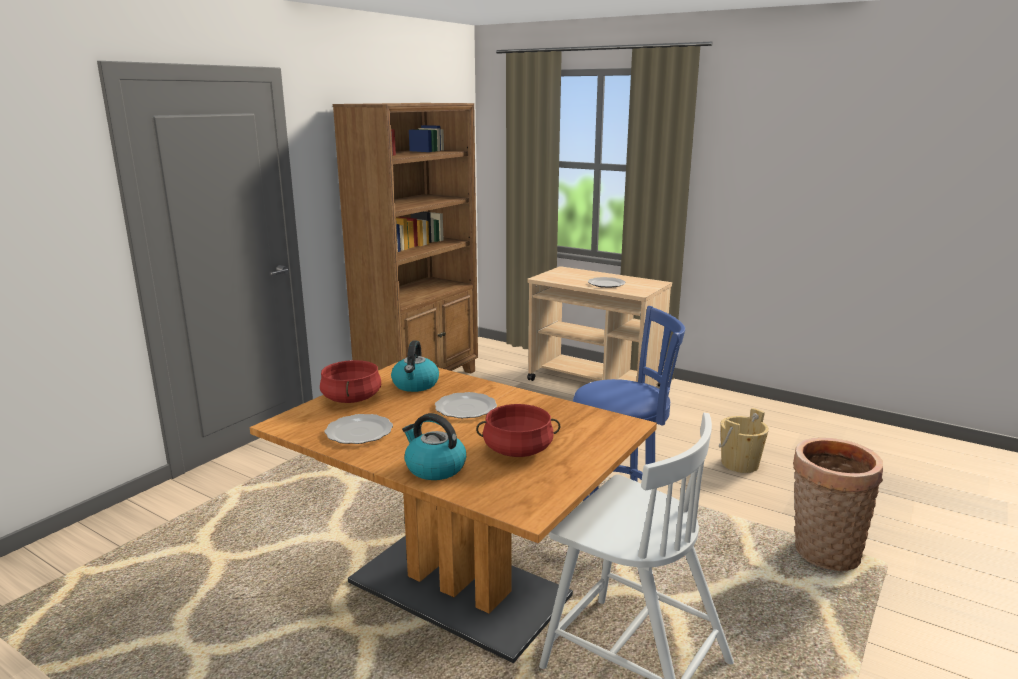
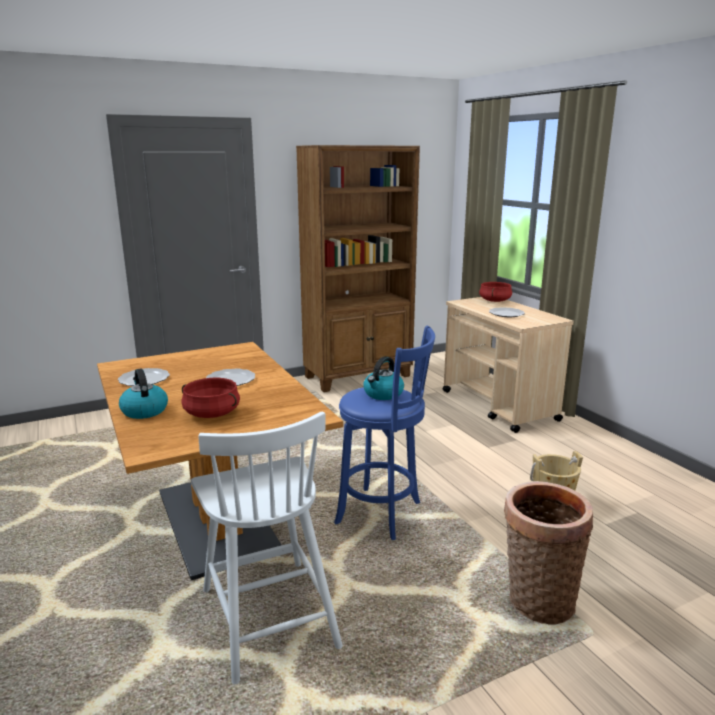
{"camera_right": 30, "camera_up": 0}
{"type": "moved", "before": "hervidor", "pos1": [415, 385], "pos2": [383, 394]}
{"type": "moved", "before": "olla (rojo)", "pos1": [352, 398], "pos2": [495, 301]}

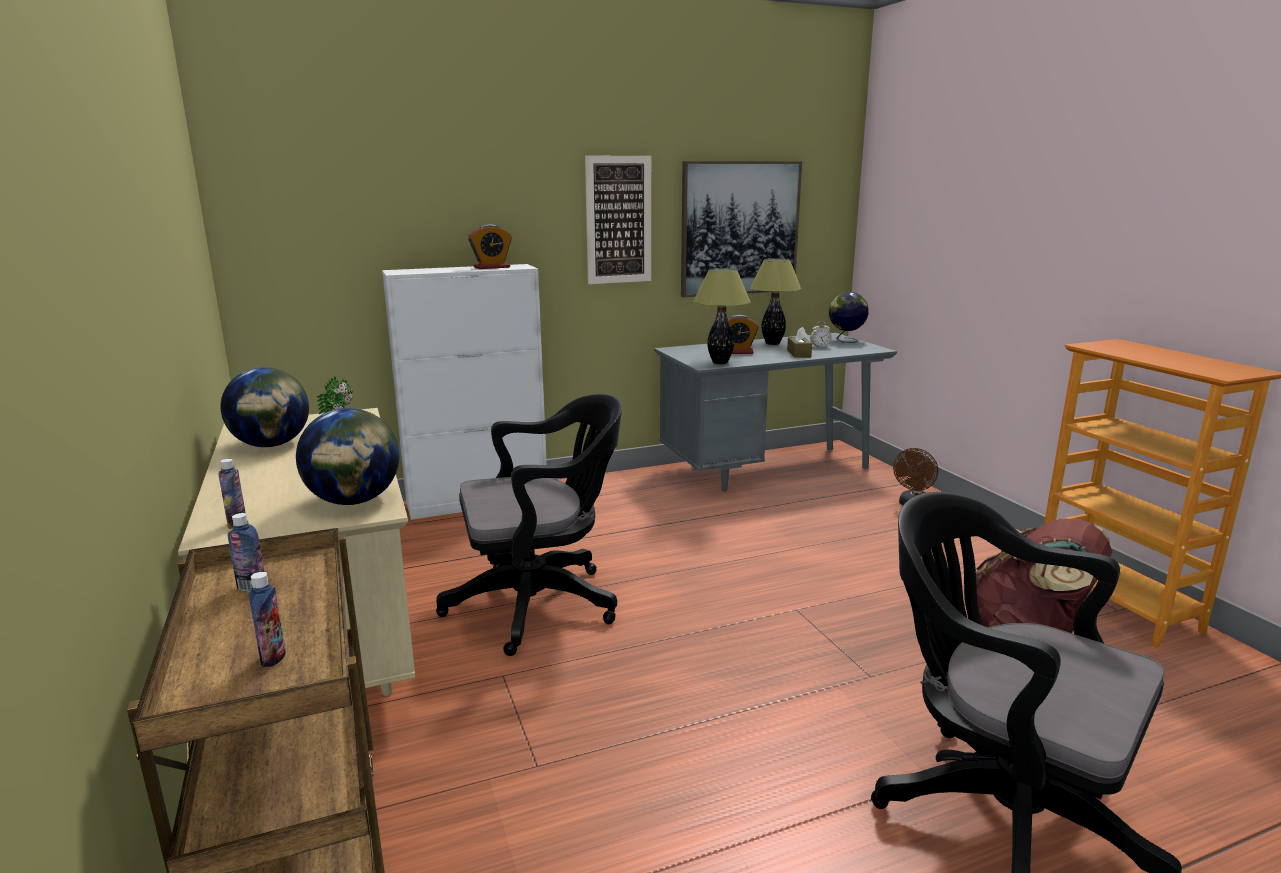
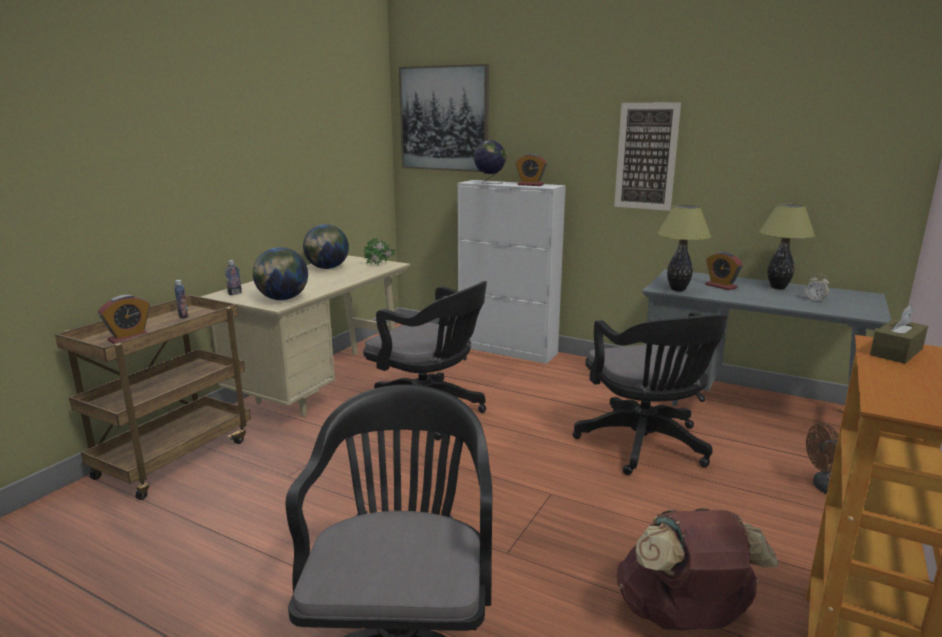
{"camera_right": 50, "camera_up": 0}
{"type": "moved", "before": "cuadro", "pos1": [739, 228], "pos2": [444, 119]}
{"type": "moved", "before": "globo terráqueo", "pos1": [846, 341], "pos2": [489, 183]}
{"type": "moved", "before": "caja de pañuelos (marrón)", "pos1": [799, 354], "pos2": [896, 352]}
{"type": "replaced", "before": "botella", "after": "despertador", "pos1": [273, 657], "pos2": [129, 338]}
{"type": "added", "after": "silla de oficina (negro)", "pos2": [645, 446]}

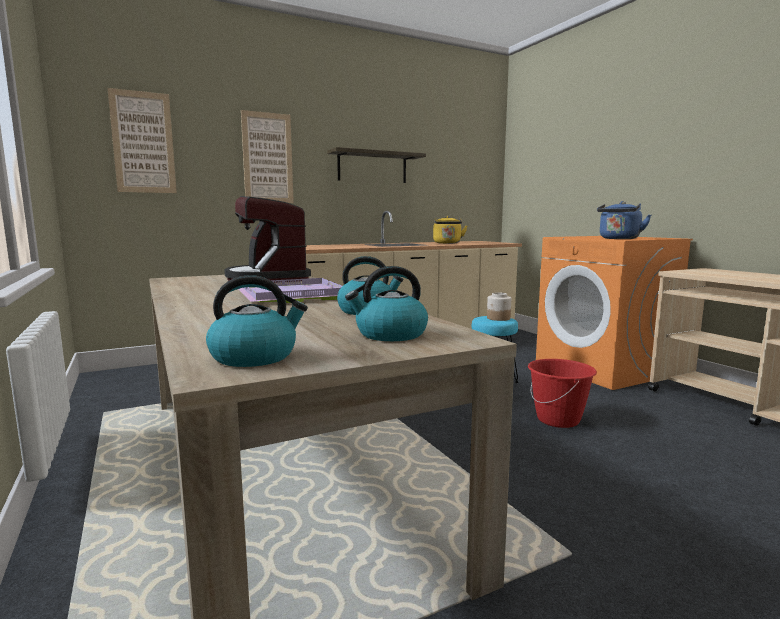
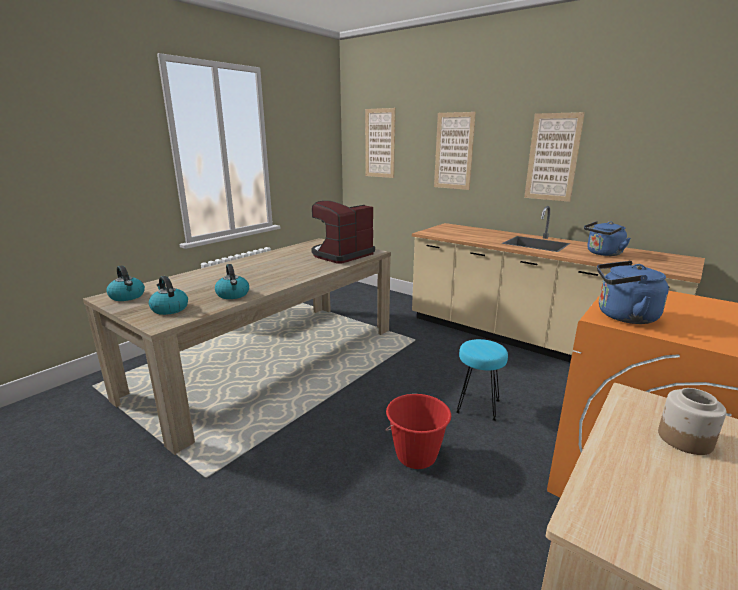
{"camera_right": 65, "camera_up": 10}
{"type": "replaced", "before": "estante", "after": "cuadro", "pos1": [372, 167], "pos2": [552, 157]}
{"type": "recoloured", "before": "hervidor (amarillo)", "after": "hervidor (azul)", "pos1": [447, 243], "pos2": [602, 254]}
{"type": "removed", "before": "bandeja (morado)", "pos1": [295, 295]}
{"type": "moved", "before": "tarro", "pos1": [498, 318], "pos2": [684, 439]}

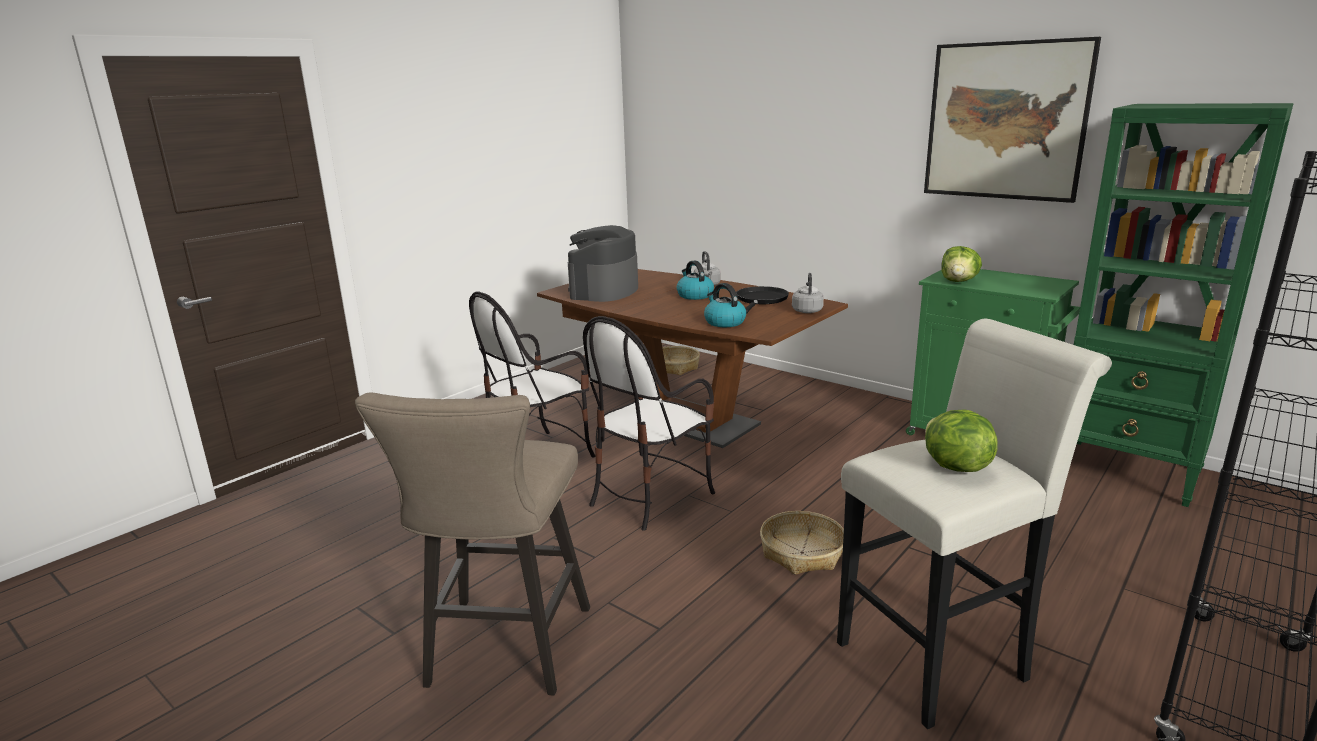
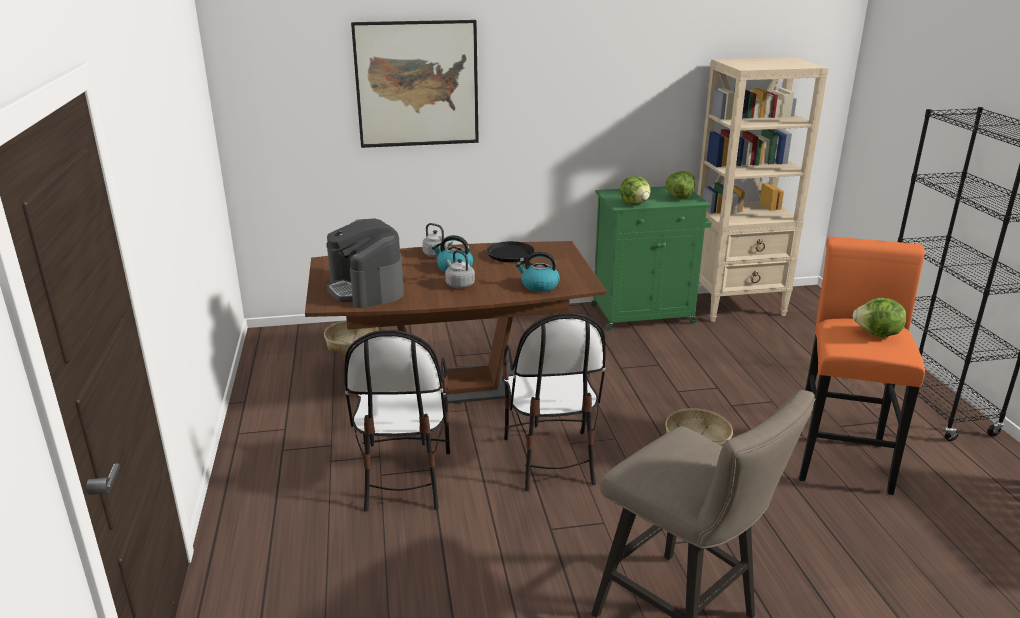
{"camera_right": -50, "camera_up": 5}
{"type": "moved", "before": "cuadro", "pos1": [1005, 121], "pos2": [417, 84]}
{"type": "recoloured", "before": "estantería (verde)", "after": "estantería (beis)", "pos1": [1129, 472], "pos2": [737, 306]}
{"type": "moved", "before": "hervidor (gris)", "pos1": [807, 310], "pos2": [459, 284]}
{"type": "recoloured", "before": "taburete (blanco)", "after": "taburete (naranja)", "pos1": [941, 657], "pos2": [840, 456]}
{"type": "added", "after": "lechuga", "pos2": [679, 197]}

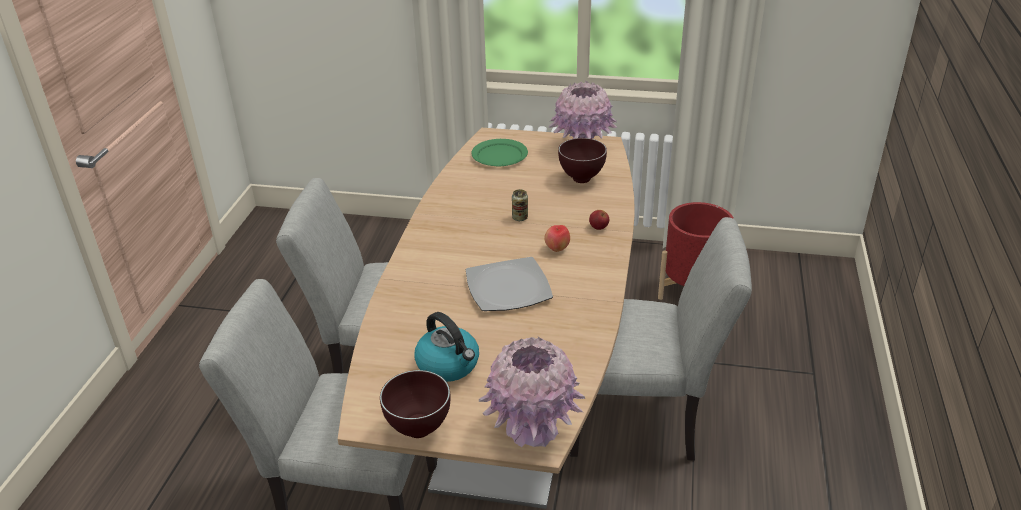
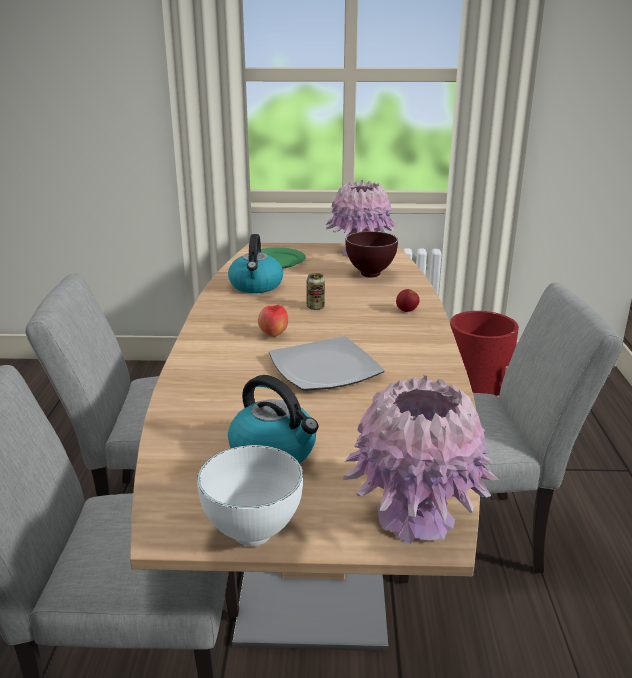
{"camera_right": -10, "camera_up": -10}
{"type": "moved", "before": "manzana", "pos1": [557, 249], "pos2": [273, 335]}
{"type": "recoloured", "before": "cuenco (marrón)", "after": "cuenco (blanco)", "pos1": [419, 428], "pos2": [253, 533]}
{"type": "added", "after": "hervidor", "pos2": [256, 286]}

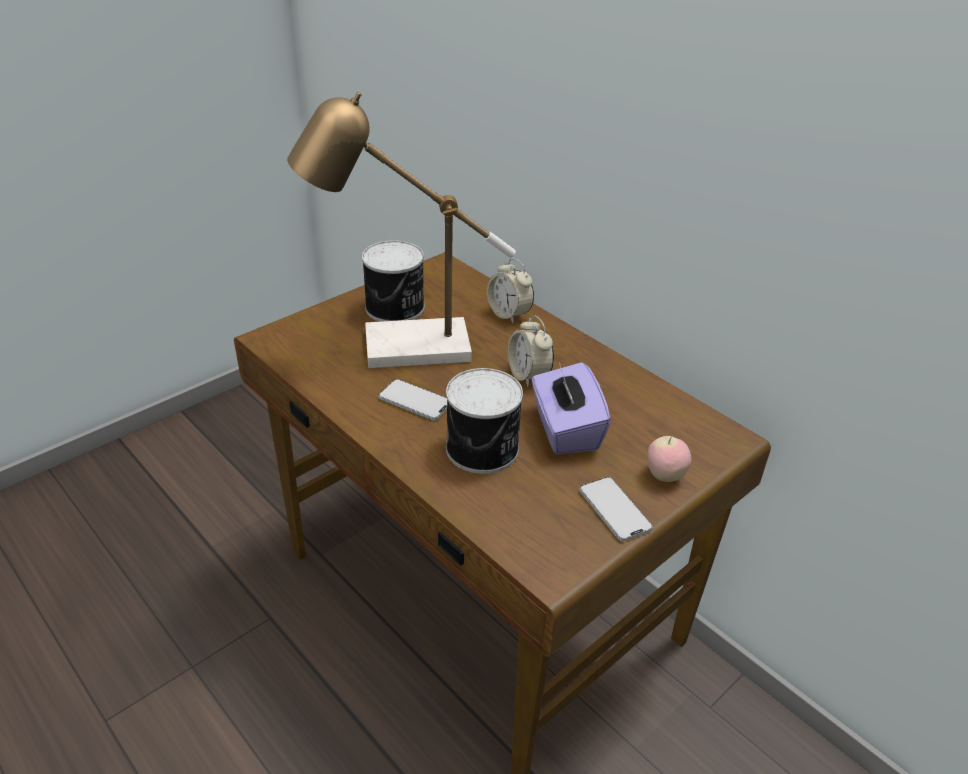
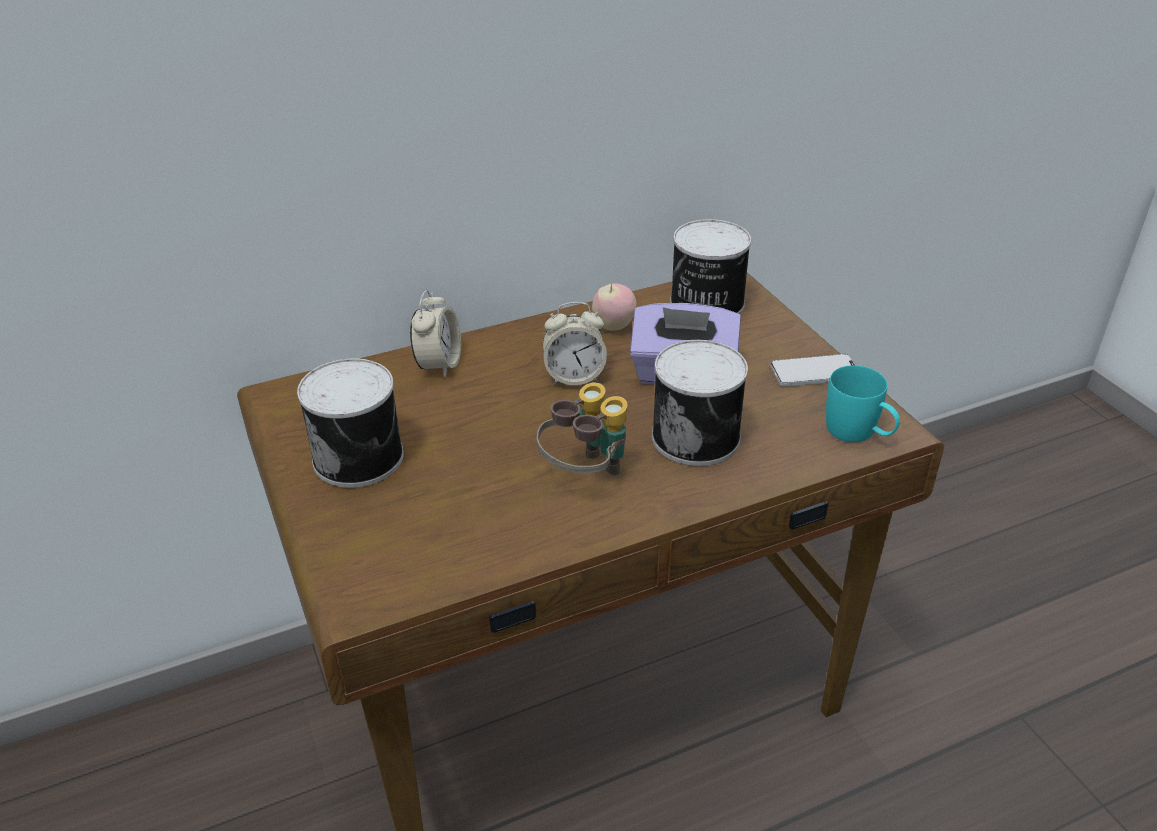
{"camera_right": -70, "camera_up": 0}
{"type": "removed", "before": "lámpara de mesa", "pos1": [401, 349]}
{"type": "turned", "before": "despertador", "pos1": [509, 314], "pos2": [439, 364], "turn": -60}
{"type": "replaced", "before": "móvil", "after": "prismáticos", "pos1": [415, 401], "pos2": [585, 474]}
{"type": "moved", "before": "manzana", "pos1": [664, 476], "pos2": [614, 326]}
{"type": "added", "after": "lata", "pos2": [706, 304]}
{"type": "added", "after": "taza grande (turquesa)", "pos2": [859, 433]}

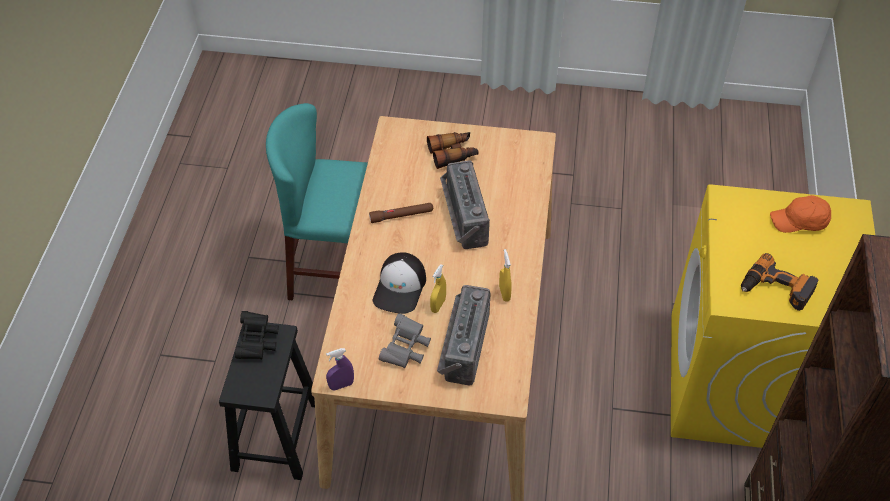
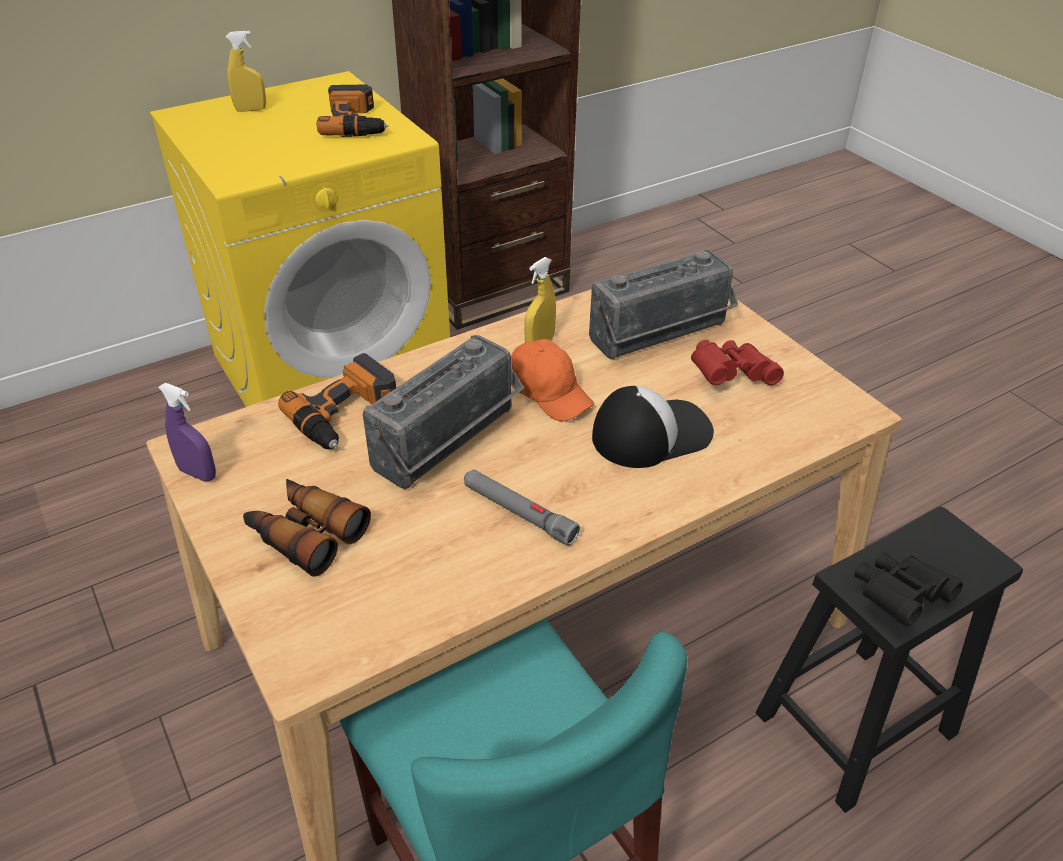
{"camera_right": -130, "camera_up": -10}
{"type": "moved", "before": "gorra (naranja)", "pos1": [799, 221], "pos2": [549, 392]}
{"type": "recoloured", "before": "linterna (marrón)", "after": "linterna (gris)", "pos1": [401, 215], "pos2": [518, 513]}
{"type": "moved", "before": "pulverizador (amarillo)", "pos1": [438, 305], "pos2": [251, 110]}
{"type": "recoloured", "before": "prismáticos (gris)", "after": "prismáticos (rojo)", "pos1": [406, 349], "pos2": [730, 376]}
{"type": "moved", "before": "pulverizador (morado)", "pos1": [341, 385], "pos2": [198, 474]}
{"type": "added", "after": "taladro", "pos2": [346, 414]}

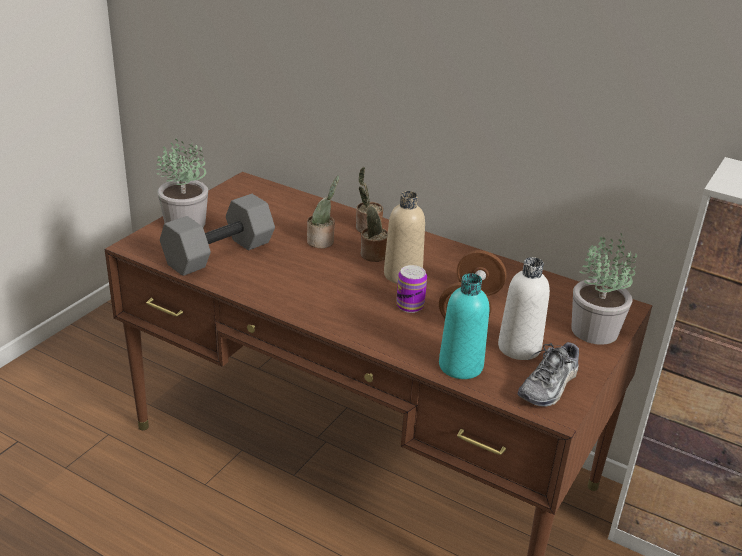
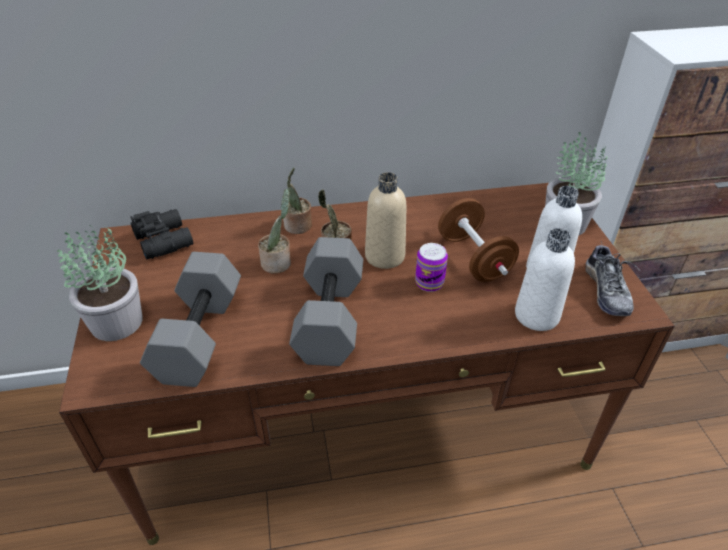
{"camera_right": -40, "camera_up": 10}
{"type": "recoloured", "before": "botella (turquesa)", "after": "botella (blanco)", "pos1": [460, 366], "pos2": [536, 315]}
{"type": "added", "after": "prismáticos (negro)", "pos2": [165, 240]}
{"type": "added", "after": "mancuerna (gris)", "pos2": [331, 319]}

